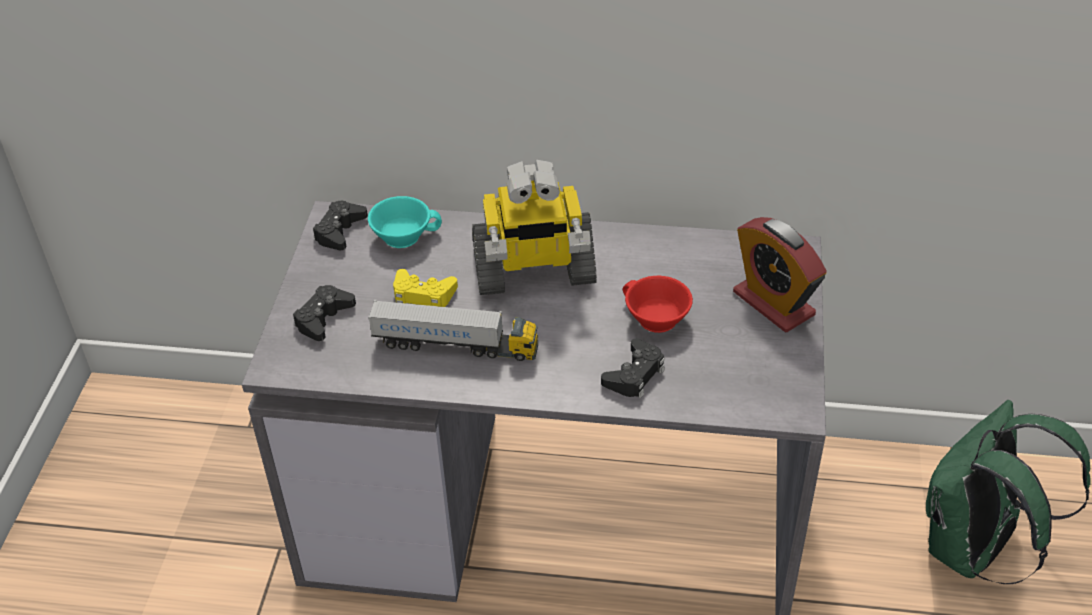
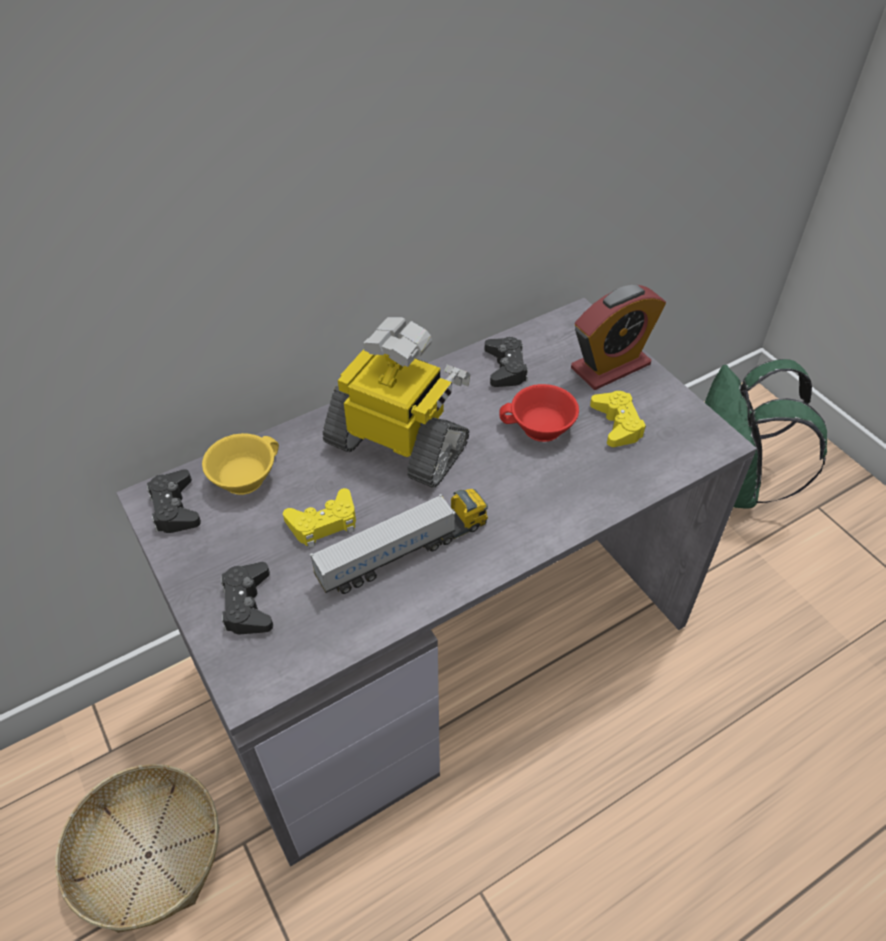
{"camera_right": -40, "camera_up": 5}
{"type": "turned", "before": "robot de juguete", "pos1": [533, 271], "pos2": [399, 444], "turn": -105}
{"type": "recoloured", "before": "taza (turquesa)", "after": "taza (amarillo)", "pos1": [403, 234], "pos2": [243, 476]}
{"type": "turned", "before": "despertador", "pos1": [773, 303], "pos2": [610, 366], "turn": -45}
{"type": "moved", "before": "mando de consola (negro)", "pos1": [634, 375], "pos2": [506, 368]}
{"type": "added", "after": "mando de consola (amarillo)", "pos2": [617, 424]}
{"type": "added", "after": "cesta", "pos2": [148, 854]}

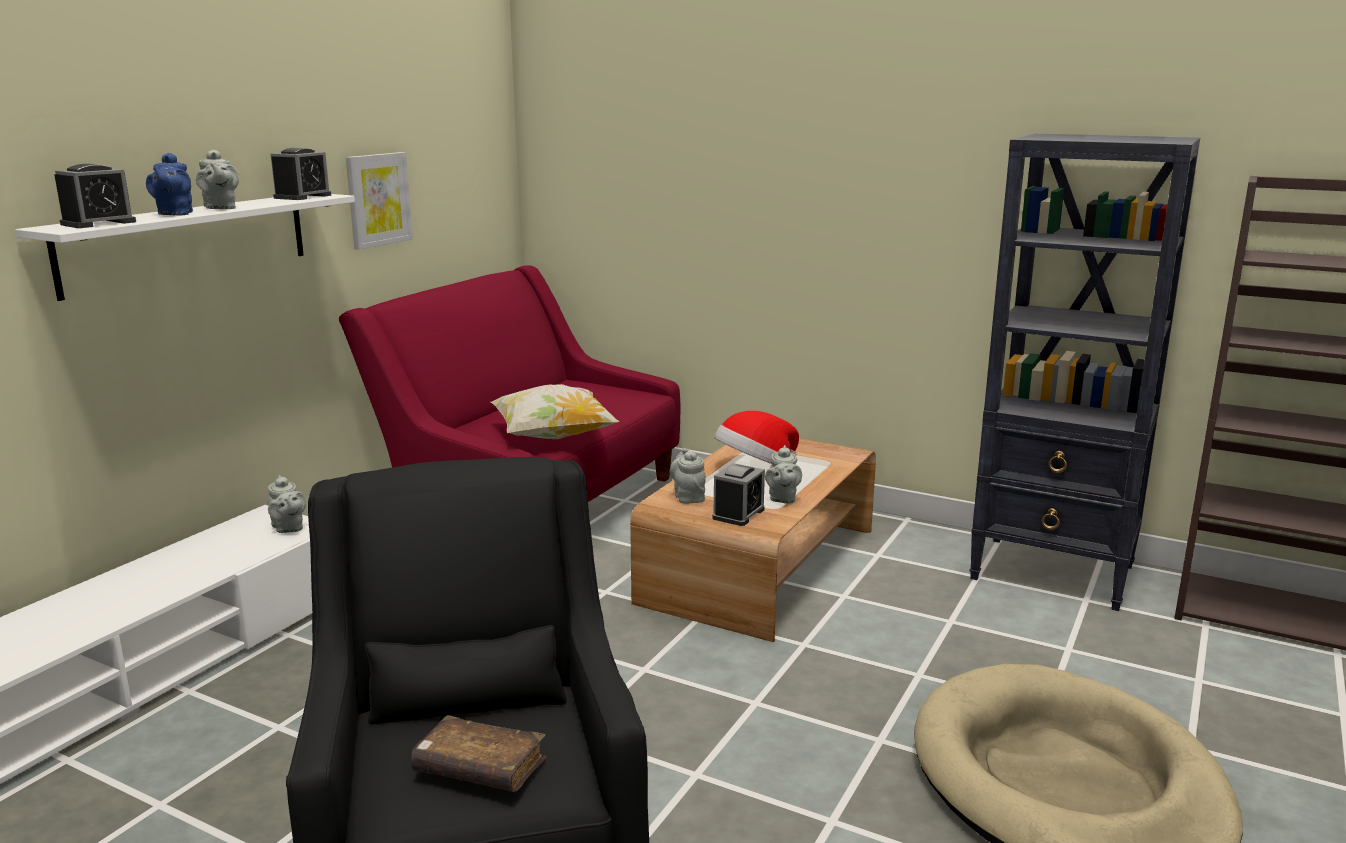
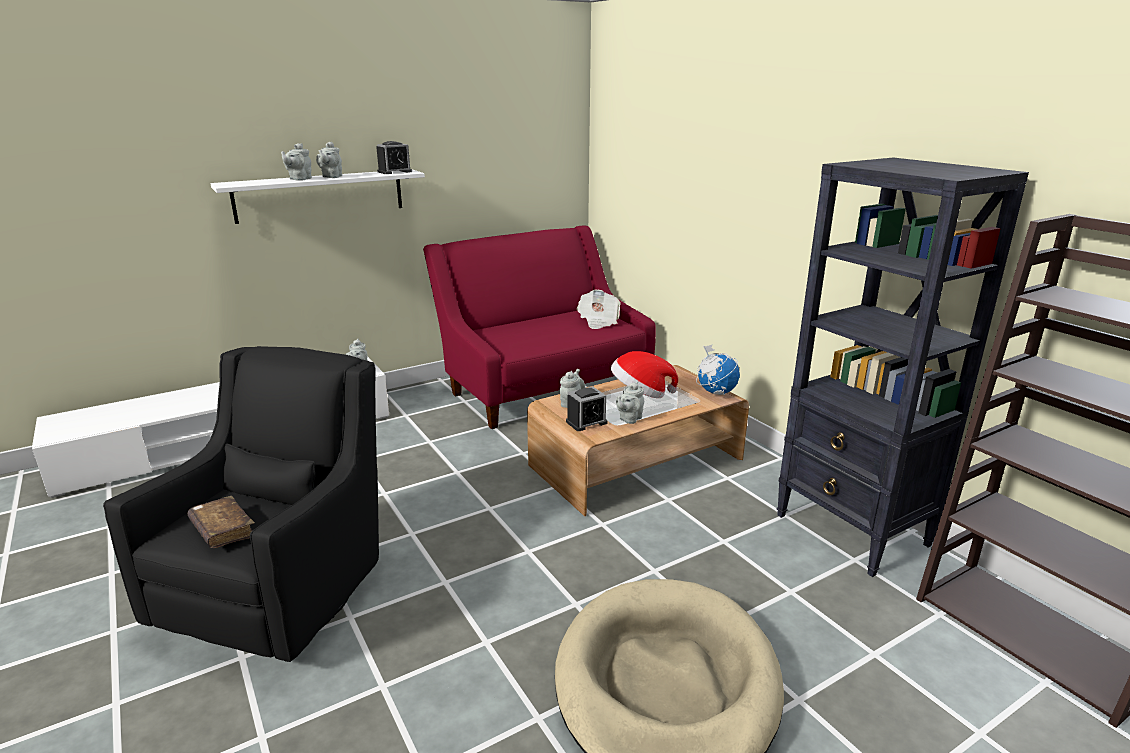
{"camera_right": 30, "camera_up": 5}
{"type": "removed", "before": "cuadro", "pos1": [378, 199]}
{"type": "recoloured", "before": "tetera (azul)", "after": "tetera (gris)", "pos1": [174, 214], "pos2": [299, 179]}
{"type": "removed", "before": "despertador", "pos1": [98, 223]}
{"type": "removed", "before": "cojín", "pos1": [553, 437]}
{"type": "added", "after": "periódico", "pos2": [598, 321]}
{"type": "added", "after": "globo terráqueo", "pos2": [716, 392]}

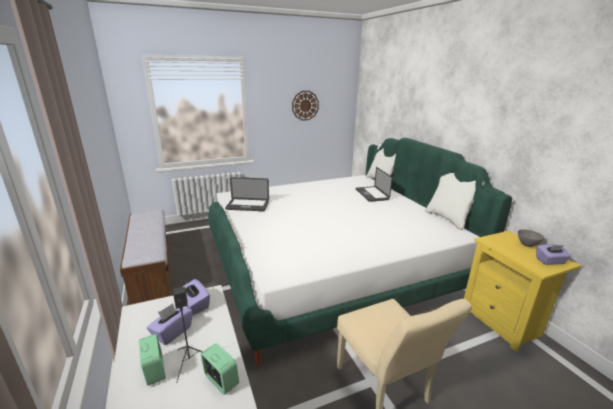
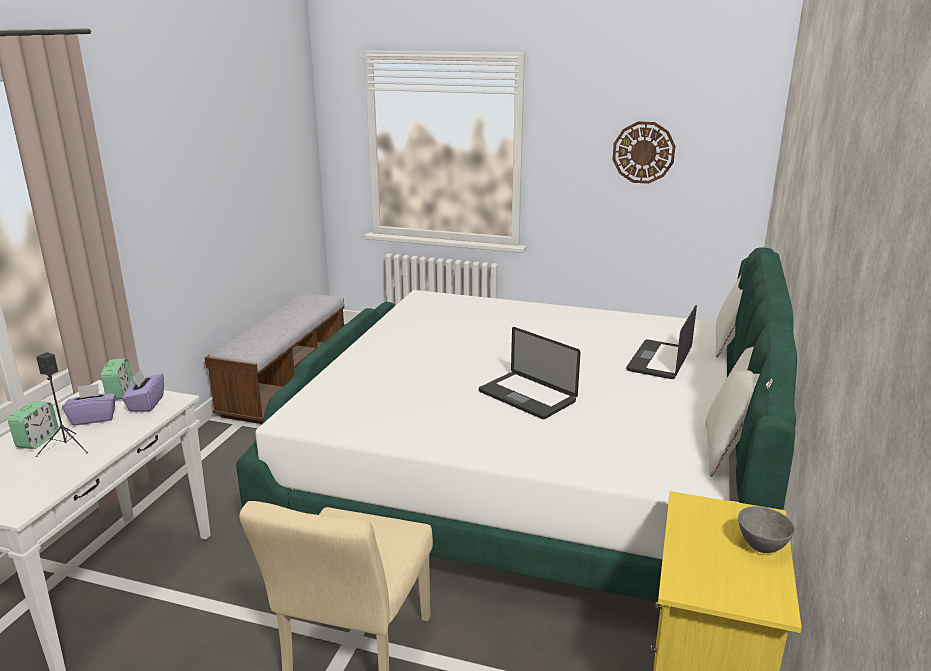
{"camera_right": 40, "camera_up": 0}
{"type": "moved", "before": "portátil", "pos1": [247, 206], "pos2": [527, 397]}
{"type": "removed", "before": "caja de pañuelos (morado)", "pos1": [550, 261]}
{"type": "moved", "before": "despertador", "pos1": [221, 380], "pos2": [120, 393]}

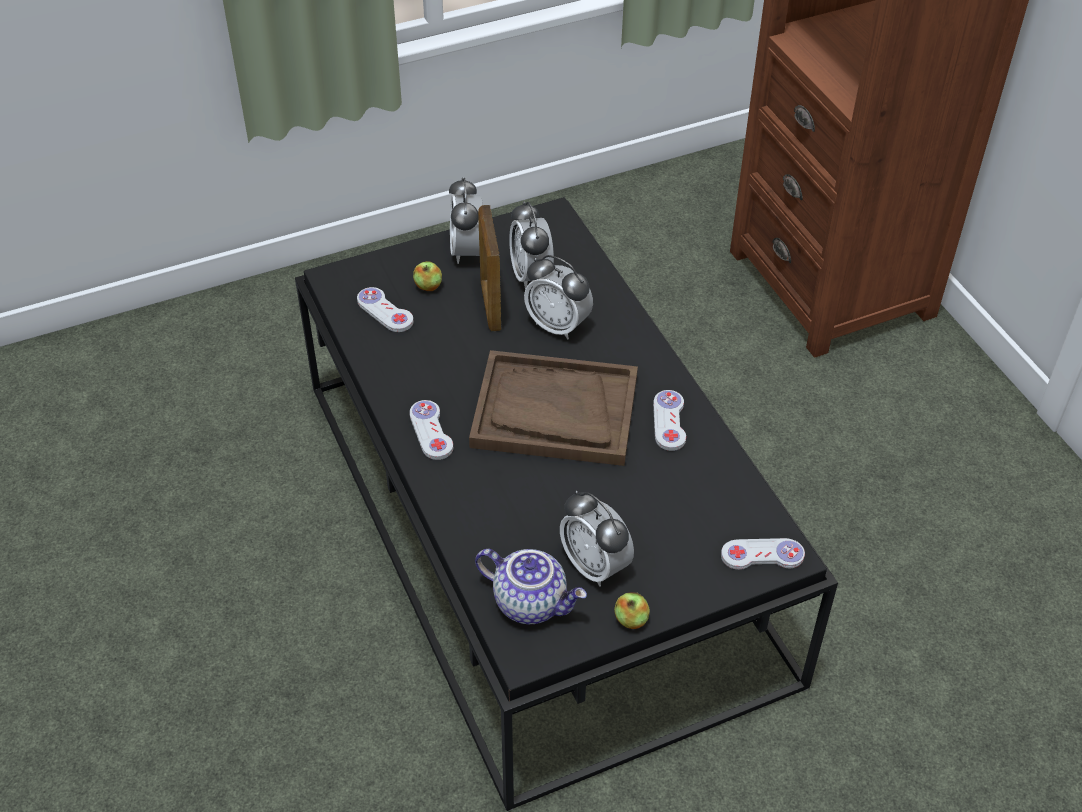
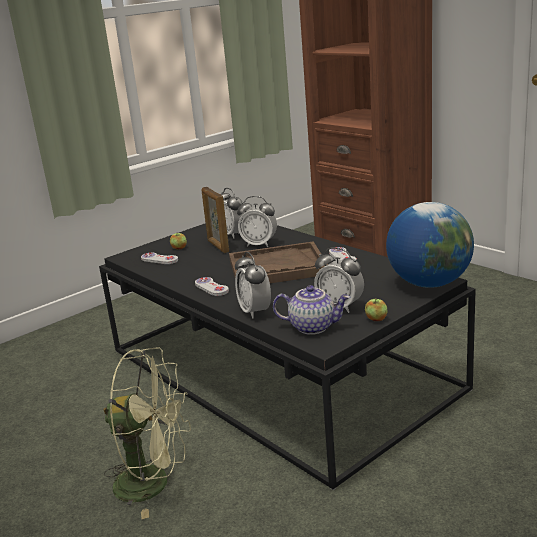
{"camera_right": -15, "camera_up": -25}
{"type": "moved", "before": "despertador", "pos1": [467, 251], "pos2": [255, 311]}
{"type": "replaced", "before": "mando de consola (blanco)", "after": "globo terráqueo", "pos1": [762, 555], "pos2": [429, 283]}
{"type": "added", "after": "ventilador (verde)", "pos2": [154, 483]}

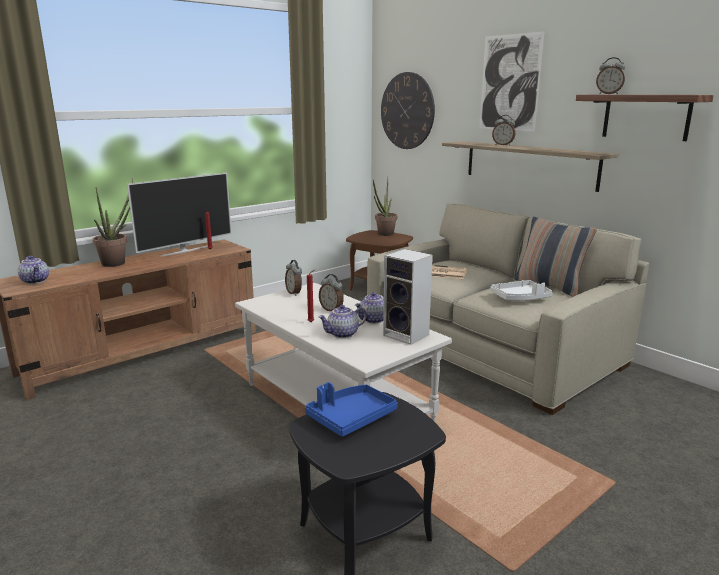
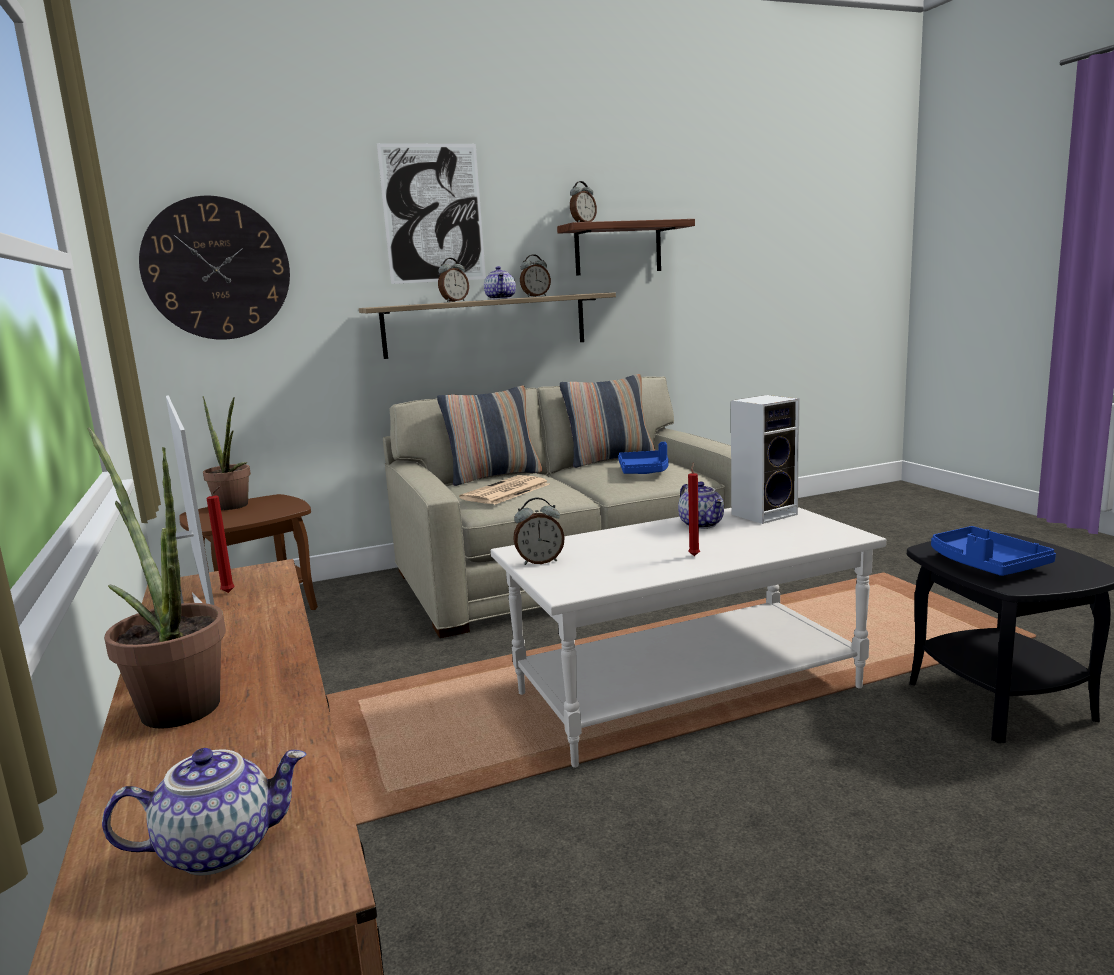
{"camera_right": -70, "camera_up": -5}
{"type": "moved", "before": "despertador", "pos1": [331, 310], "pos2": [535, 296]}
{"type": "recoloured", "before": "bandeja (blanco)", "after": "bandeja (azul)", "pos1": [520, 298], "pos2": [644, 471]}
{"type": "moved", "before": "tetera", "pos1": [343, 334], "pos2": [501, 298]}
{"type": "added", "after": "cojín", "pos2": [494, 476]}

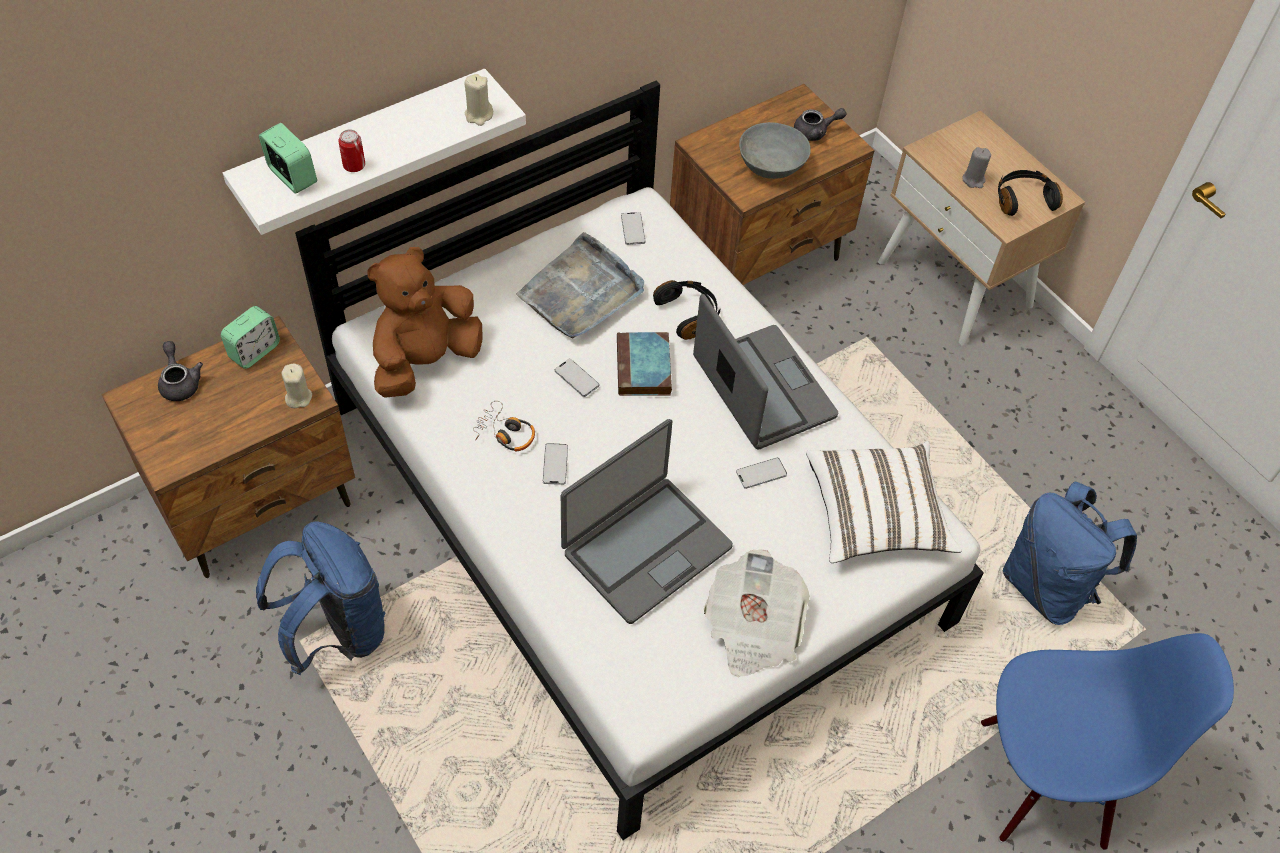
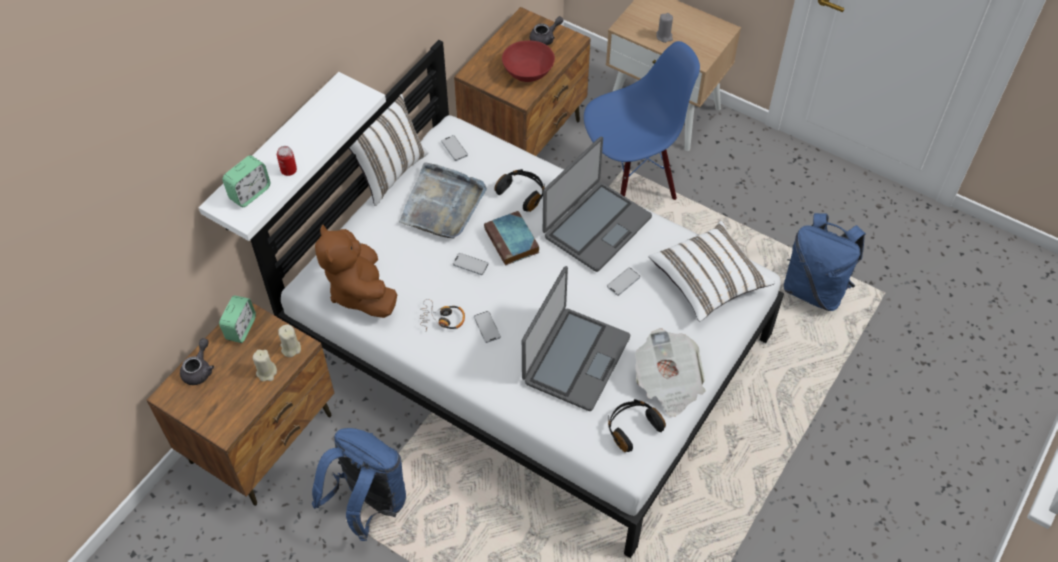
{"camera_right": -20, "camera_up": 0}
{"type": "moved", "before": "vela (beis)", "pos1": [478, 115], "pos2": [266, 372]}
{"type": "recoloured", "before": "cuenco (gris)", "after": "cuenco (rojo)", "pos1": [772, 165], "pos2": [529, 71]}
{"type": "turned", "before": "despertador", "pos1": [292, 177], "pos2": [250, 193], "turn": 105}
{"type": "moved", "before": "auriculares (negro)", "pos1": [1023, 199], "pos2": [632, 428]}
{"type": "turned", "before": "peluche (marrón)", "pos1": [425, 361], "pos2": [360, 291], "turn": -45}
{"type": "turned", "before": "portátil", "pos1": [762, 389], "pos2": [596, 226], "turn": 90}
{"type": "turned", "before": "tetera (gris)", "pos1": [180, 382], "pos2": [199, 369], "turn": 60}
{"type": "moved", "before": "silla (azul)", "pos1": [1043, 780], "pos2": [631, 179]}
{"type": "added", "after": "cojín (blanco)", "pos2": [389, 172]}

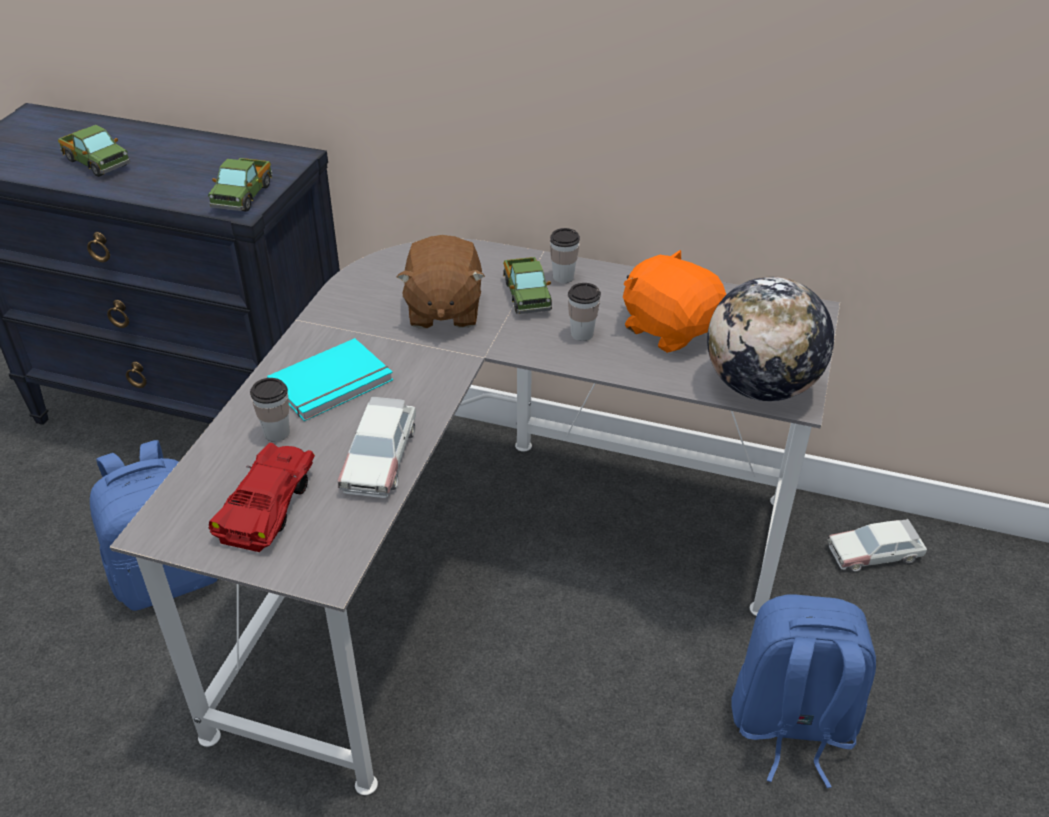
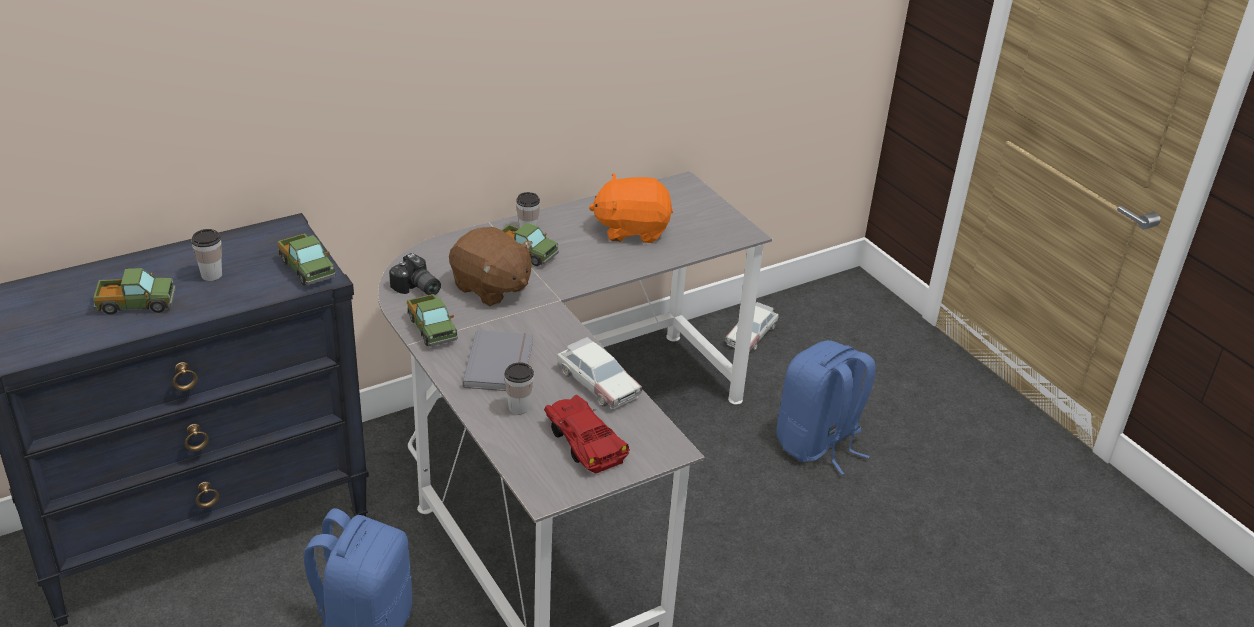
{"camera_right": -50, "camera_up": -5}
{"type": "removed", "before": "globo terráqueo", "pos1": [760, 387]}
{"type": "moved", "before": "taza", "pos1": [582, 334], "pos2": [211, 275]}
{"type": "recoloured", "before": "libro (turquesa)", "after": "libro (gris)", "pos1": [333, 384], "pos2": [502, 364]}
{"type": "added", "after": "cámara", "pos2": [416, 289]}
{"type": "added", "after": "camión de juguete", "pos2": [432, 329]}

